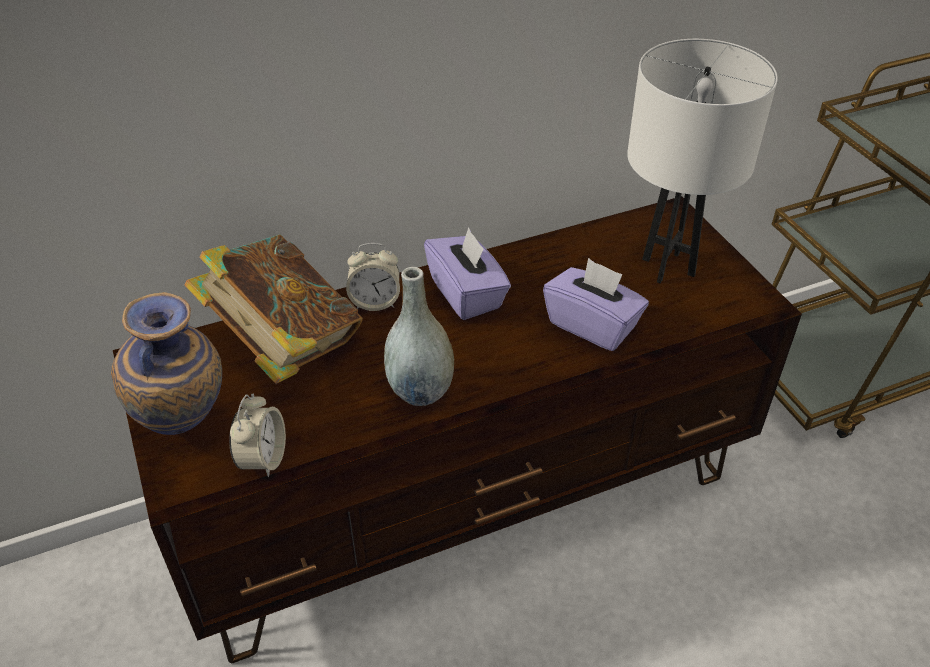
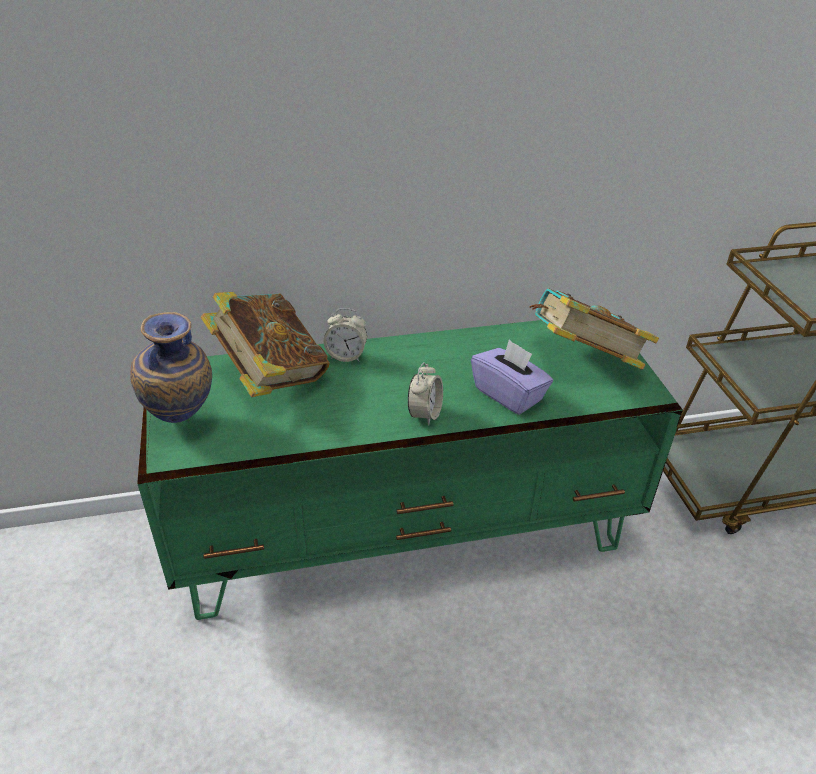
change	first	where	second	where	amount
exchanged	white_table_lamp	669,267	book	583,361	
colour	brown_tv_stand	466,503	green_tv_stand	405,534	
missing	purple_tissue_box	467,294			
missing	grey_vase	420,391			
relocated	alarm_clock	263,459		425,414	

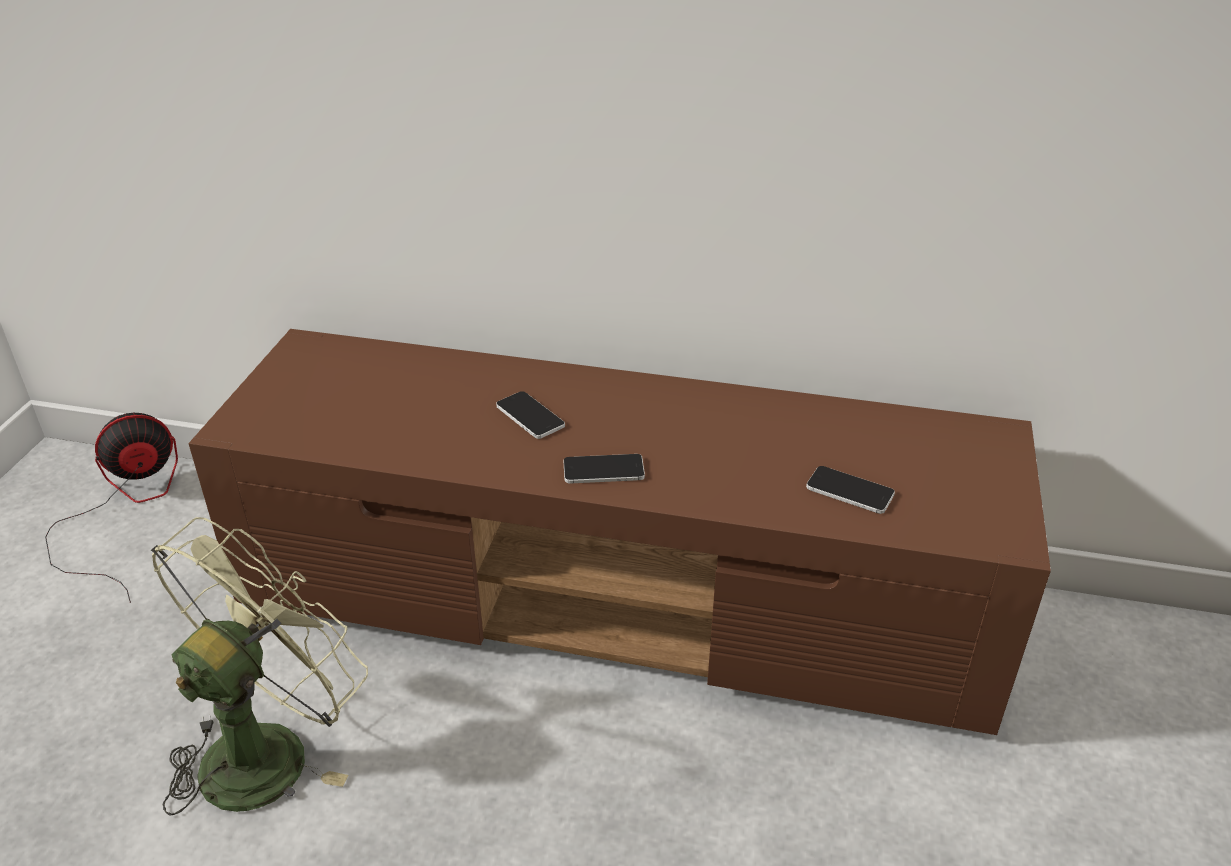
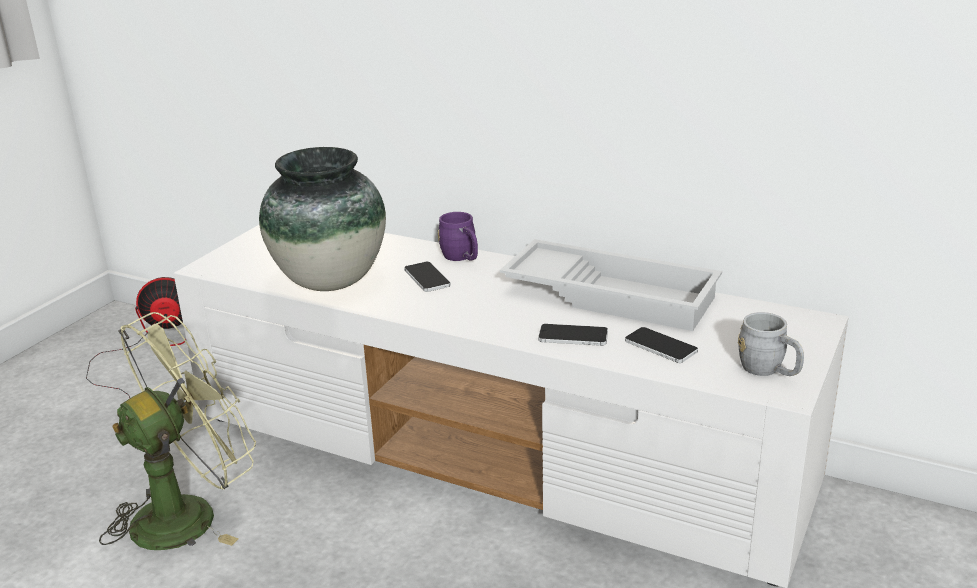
change	first	where	second	where	amount
colour	brown_tv_stand	620,600	white_tv_stand	498,452	
relocated	phone	603,470		573,336	
appeared			vase	330,282	
appeared			purple_mug	462,258	
appeared			white_tray	612,294	
appeared			grey_mug	769,371	

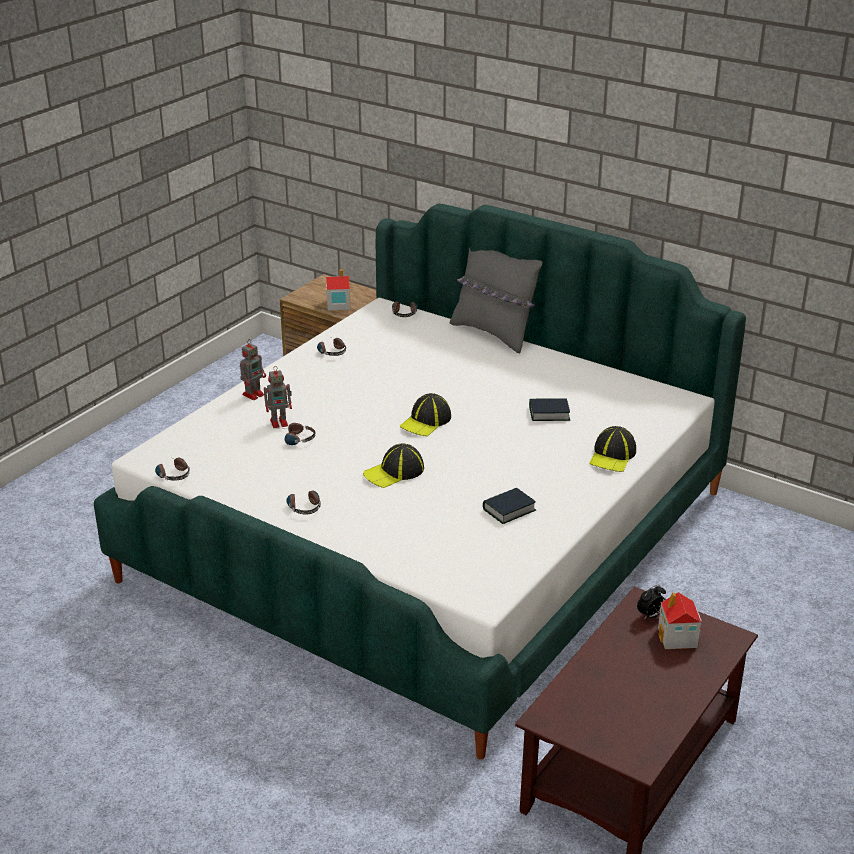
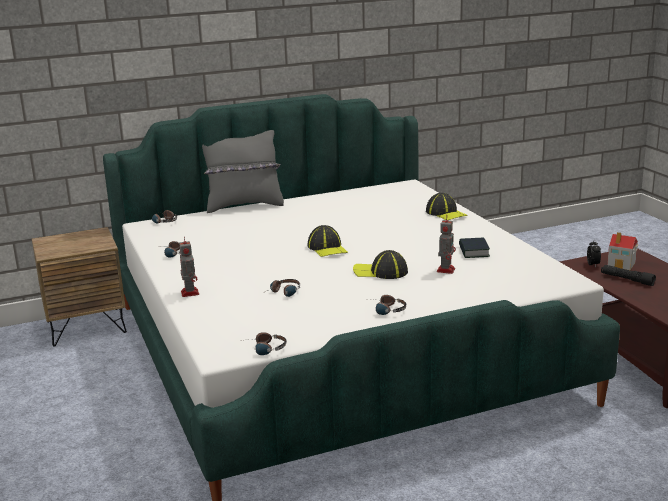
change	first	where	second	where	amount
missing	toy_house	338,305			
relocated	toy_robot	280,422		446,270	
missing	book	549,413			
spun	cap	394,472		380,272	105 degrees clockwise
appeared			black_flashlight	627,279	

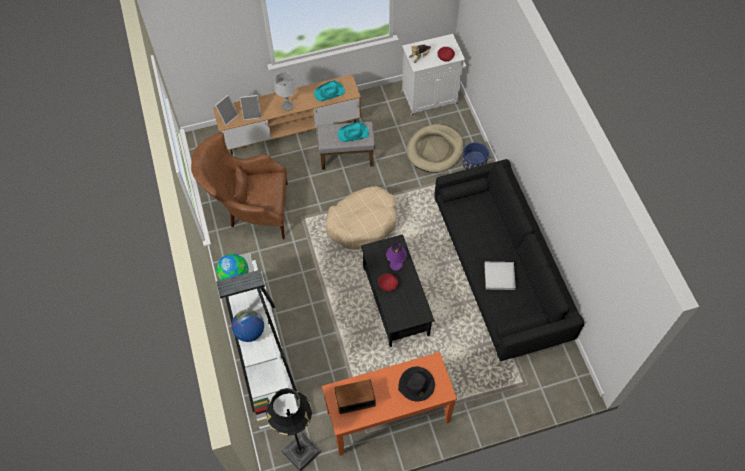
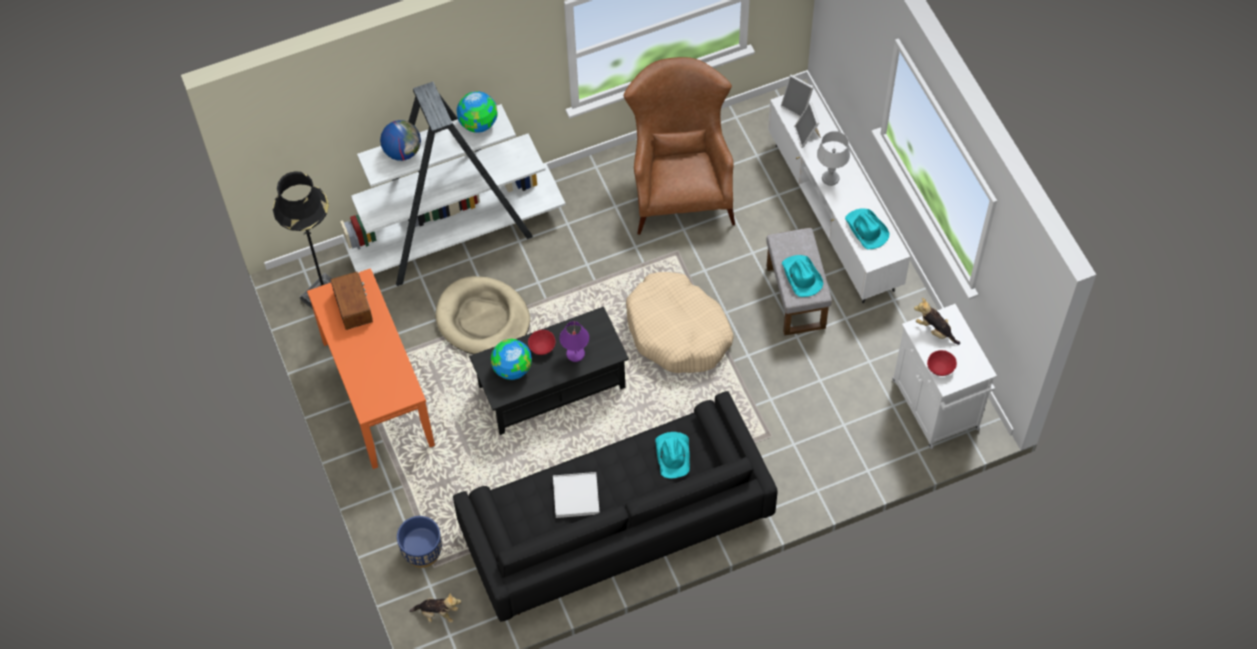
change	first	where	second	where	amount
colour	brown_tv_stand	291,131	white_tv_stand	832,216	
relocated	beige_dog_bed	435,150		483,319	
relocated	blue_planter	473,167		422,552	
missing	black_hat	416,385			
appeared			globe	512,369	
appeared			turquoise_hat	673,455	
appeared			plush_toy	438,613	

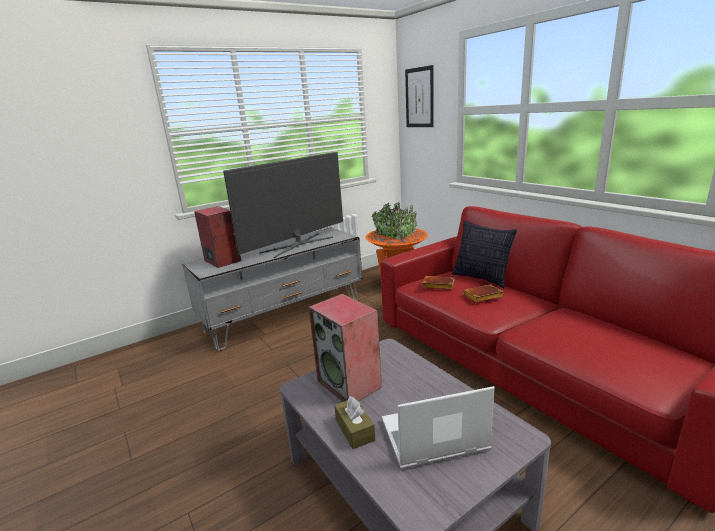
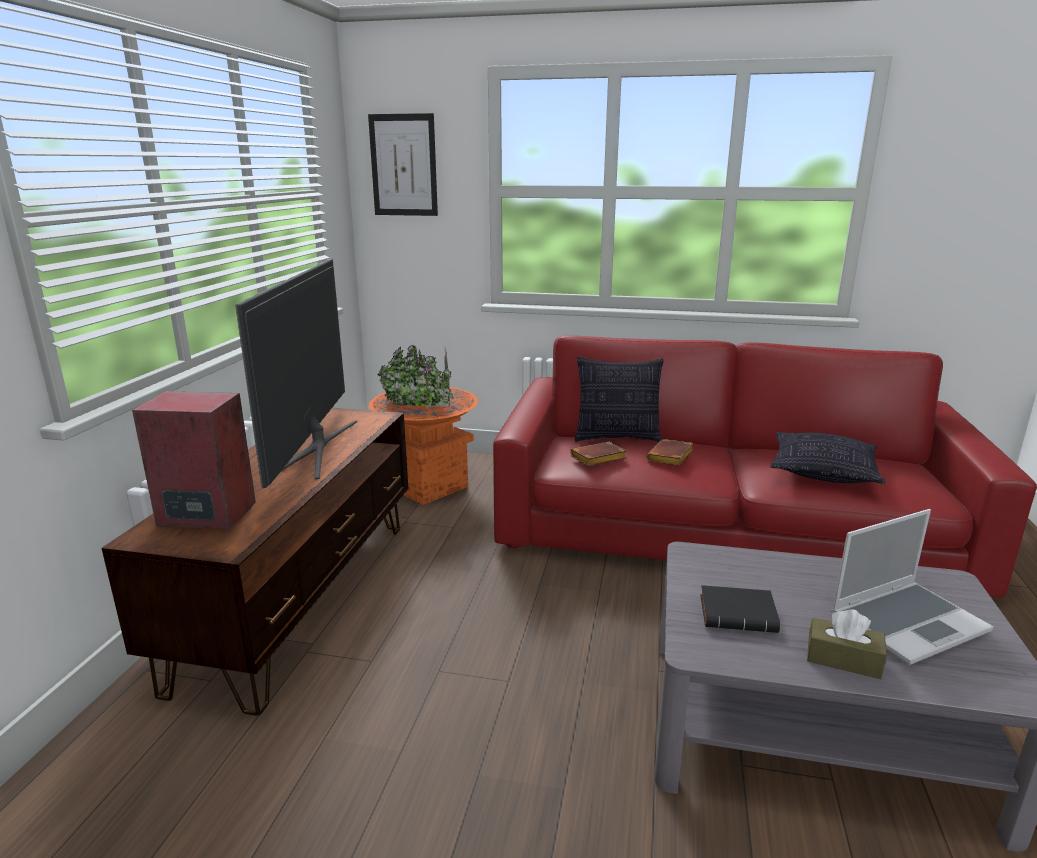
change	first	where	second	where	amount
colour	grey_tv_stand	285,315	brown_tv_stand	302,597	
exchanged	speaker	350,384	black_book	739,615	
spun	laptop	433,437		908,622	150 degrees counterclockwise
appeared			pillow	823,472	

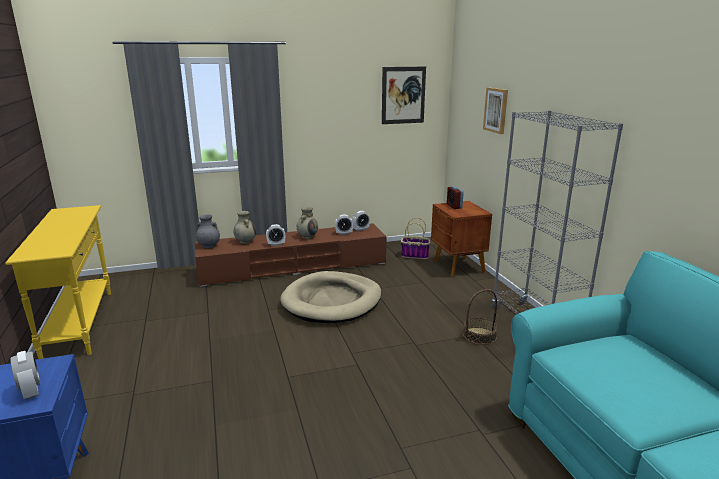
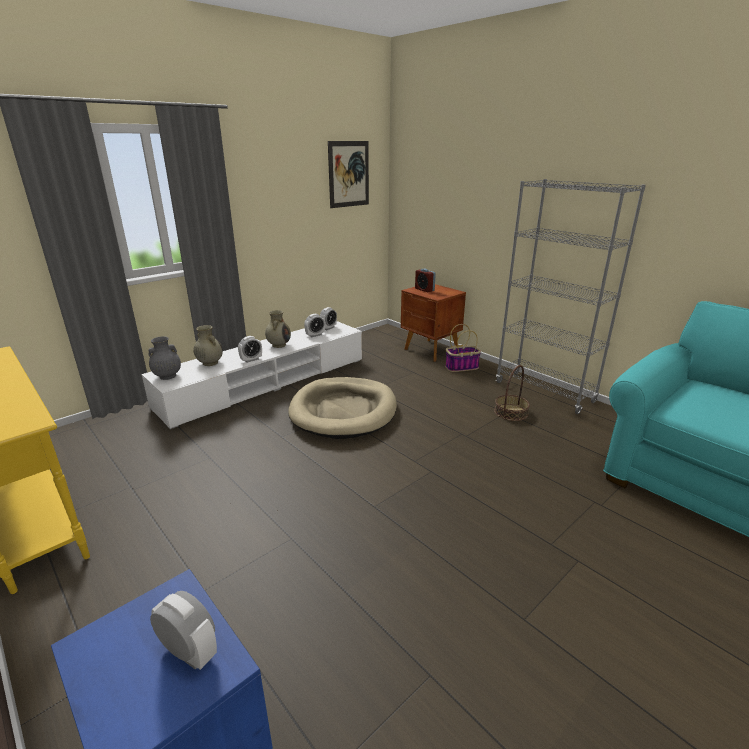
change	first	where	second	where	amount
missing	picture	496,110			
relocated	basket	415,255		462,367	
colour	brown_tv_stand	293,267	white_tv_stand	266,382	

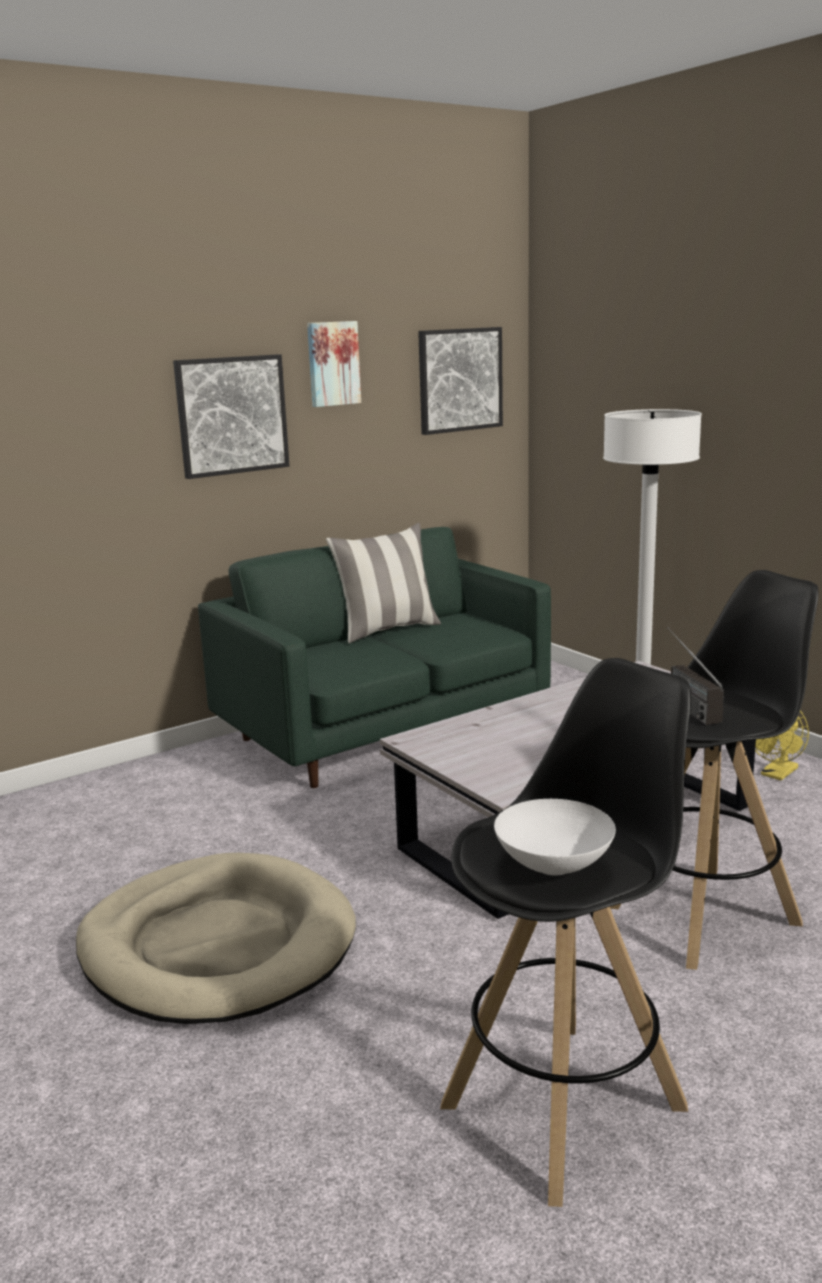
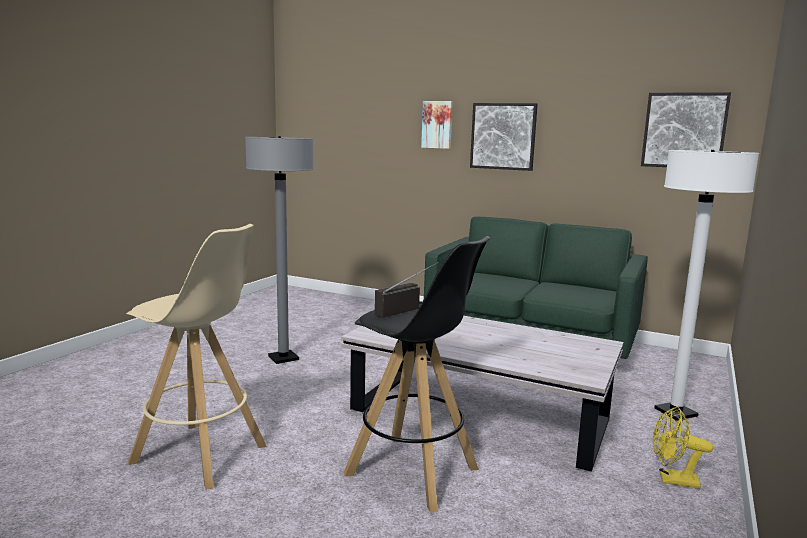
change	first	where	second	where	amount
relocated	picture	332,363		437,124	
missing	pillow	387,630			
colour	black_stool	566,1104	beige_stool	201,454	
missing	white_bowl	555,866			
exchanged	beige_dog_bed	217,946	grey_floor_lamp	283,358	

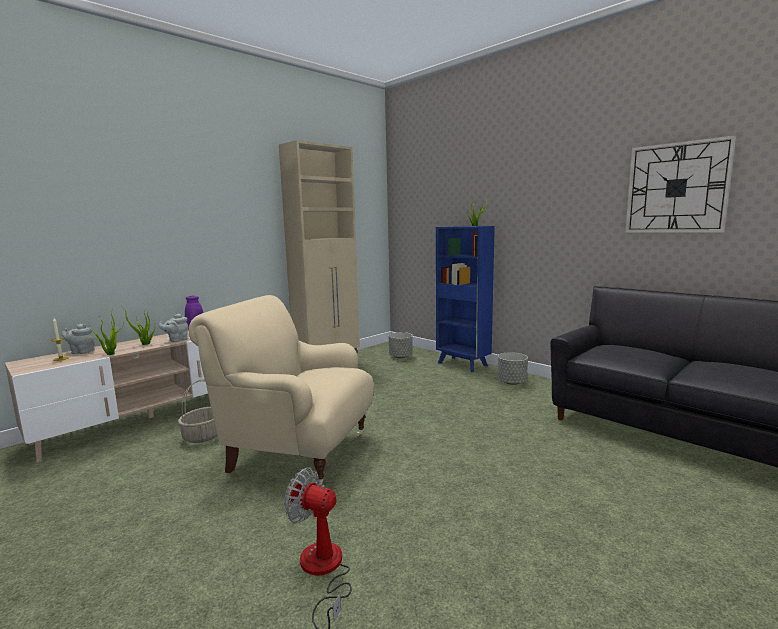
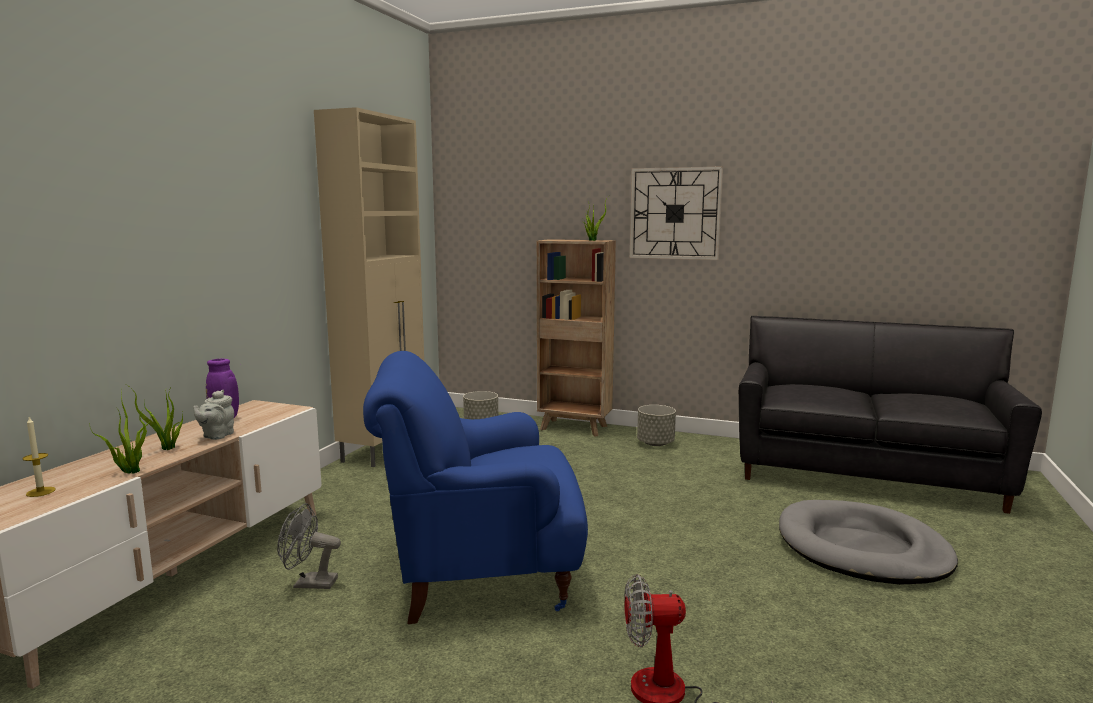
change	first	where	second	where	amount
relocated	wall_clock	676,188		675,213	
colour	blue_bookcase	463,364	brown_bookcase	575,428	
colour	beige_armchair	296,451	blue_armchair	480,575	
missing	grey_teapot	81,352			
exchanged	basket	204,436	grey_fan	309,583	
appeared			grey_dog_bed	862,549	

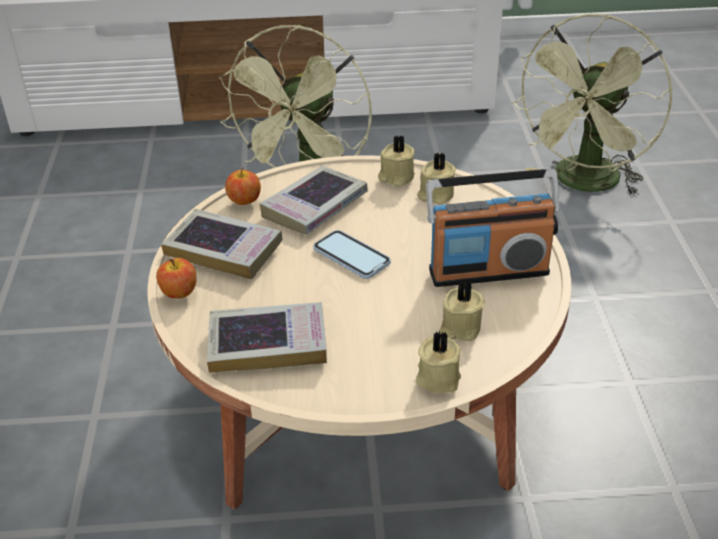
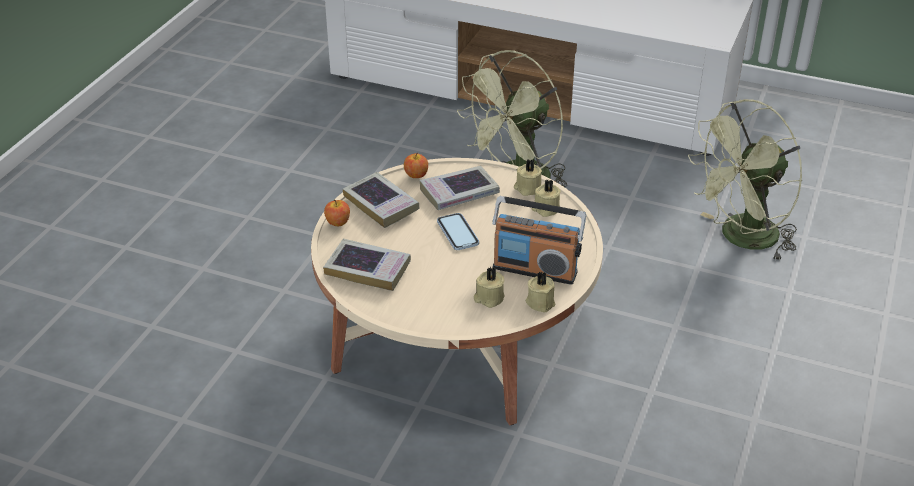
change	first	where	second	where	amount
relocated	beige_candle	437,377		540,302	

